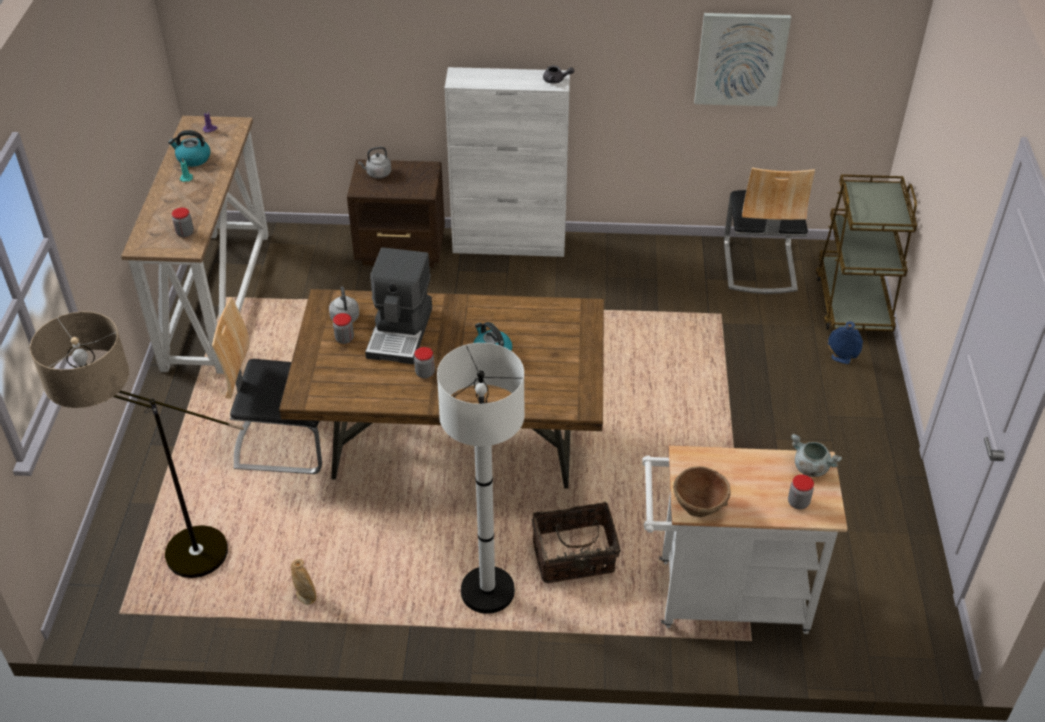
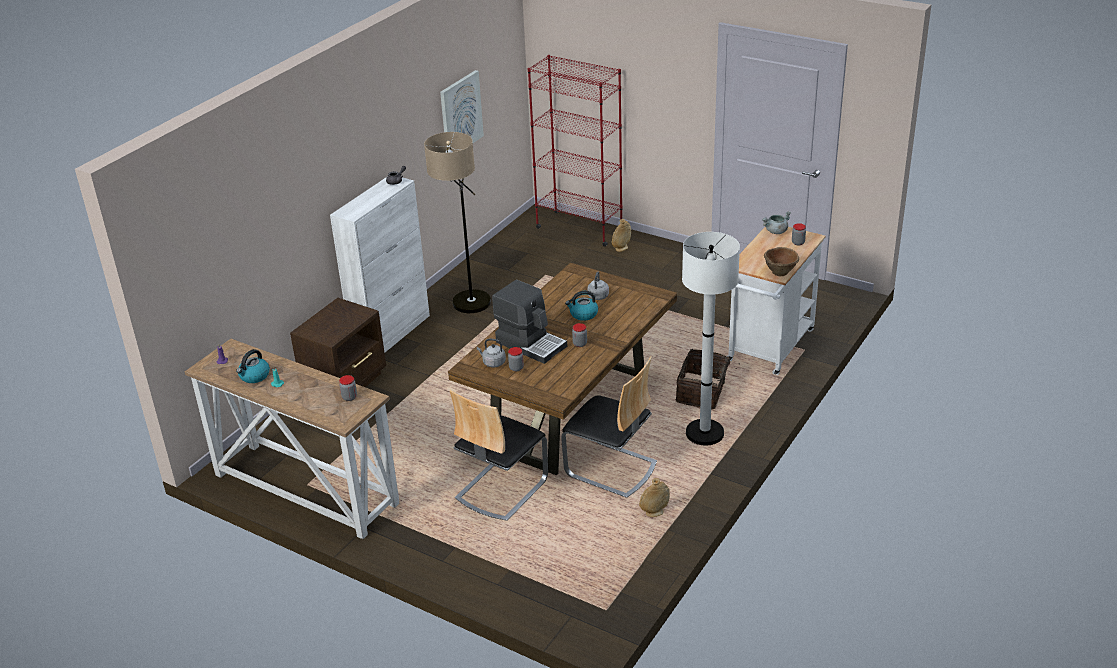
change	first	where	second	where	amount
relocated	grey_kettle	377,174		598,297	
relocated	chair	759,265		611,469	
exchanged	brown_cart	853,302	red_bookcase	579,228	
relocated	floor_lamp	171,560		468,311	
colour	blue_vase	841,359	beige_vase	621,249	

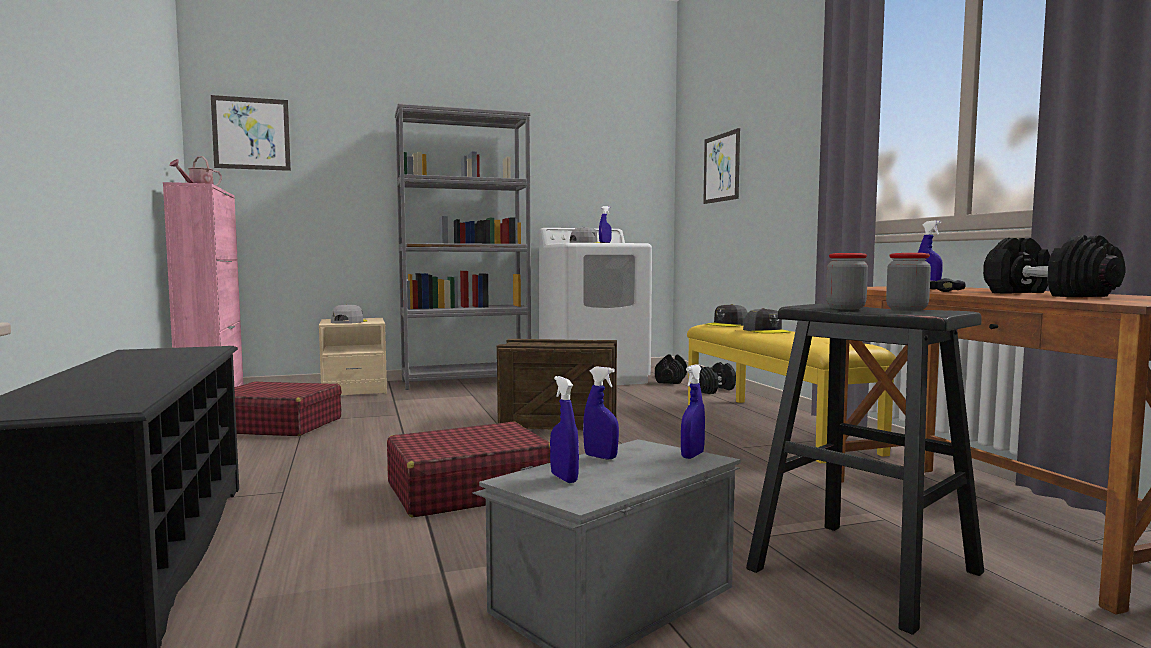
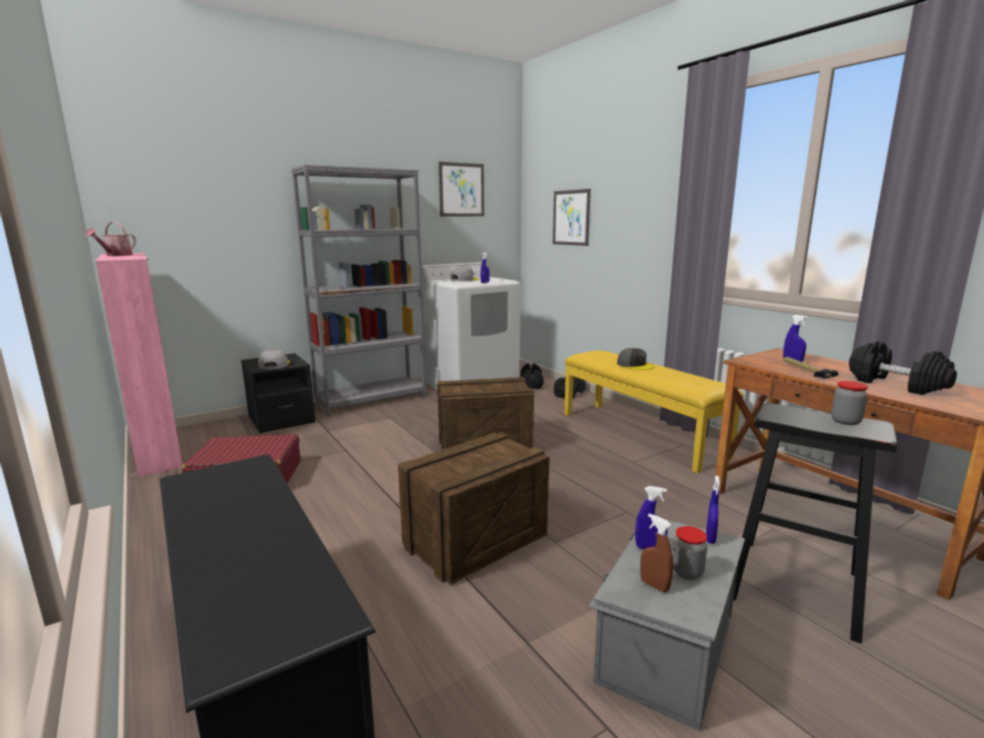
change	first	where	second	where	amount
relocated	picture	251,133		461,190	
relocated	jar	845,308		687,572	
missing	grey_cap	727,324			
colour	beige_nightstand	354,389	black_nightstand	281,420	
colour	blue_spray_bottle	564,478	brown_spray_bottle	654,585	
exchanged	red_suitcase	467,490	crate	475,541	

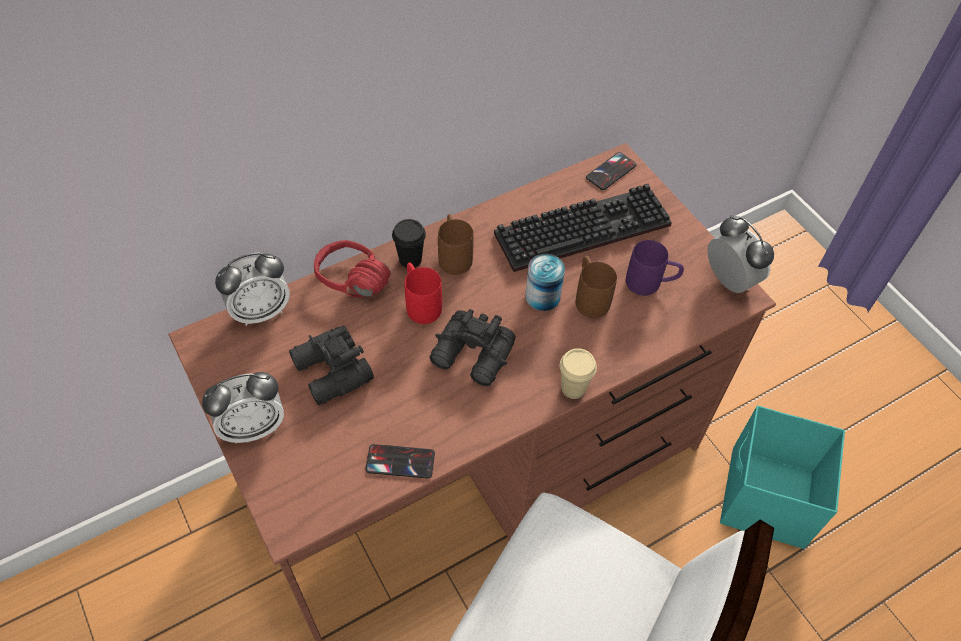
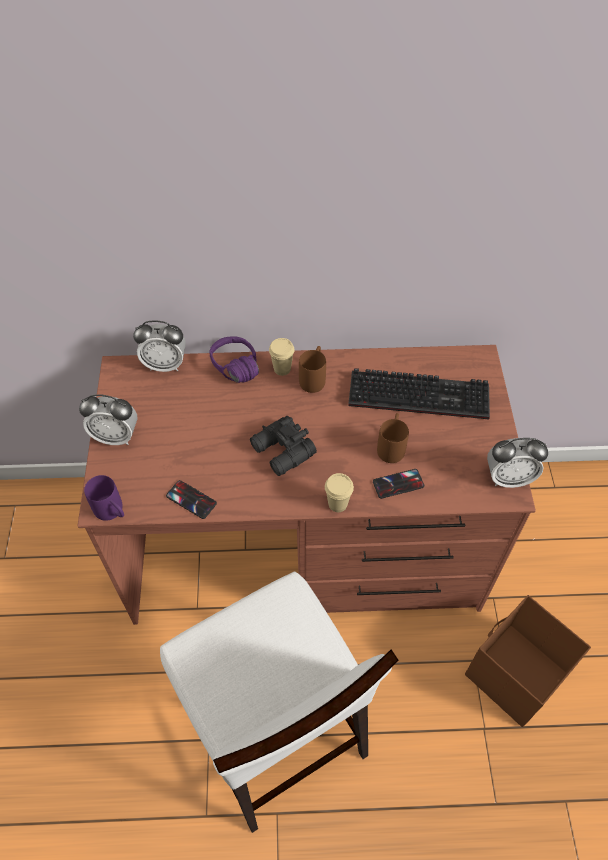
change	first	where	second	where	amount
relocated	phone	611,171		398,484	
spun	alarm_clock	729,280		508,478	90 degrees clockwise
colour	black_cup	410,259	beige_cup	282,369	
colour	red_headphones	346,287	purple_headphones	228,371	
relocated	purple_mug	651,284		112,512	
missing	can	542,296			
missing	red_mug	420,303			
missing	black_binoculars	331,373			
colour	turquoise_storage_box	765,498	brown_storage_box	514,674	

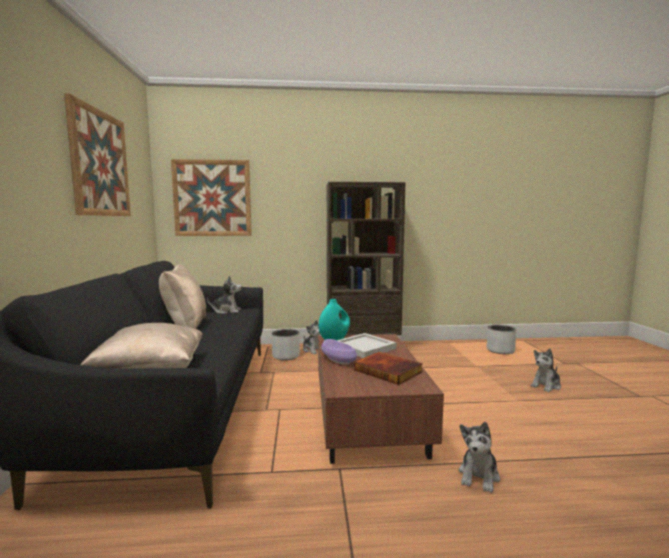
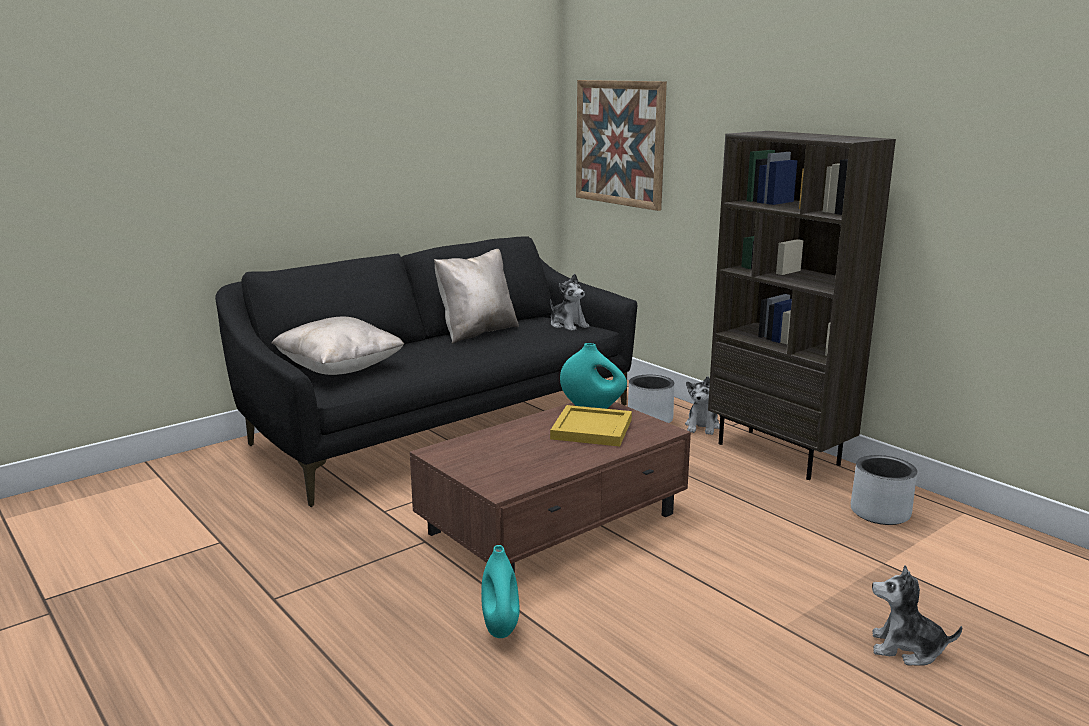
change	first	where	second	where	amount
missing	picture	100,163			
relocated	grey_planter	500,350		880,513	
colour	white_tray	365,348	yellow_tray	592,430	
missing	purple_bowl	338,360			
missing	book	389,370			
exchanged	plush_toy	479,476	turquoise_vase	500,627	

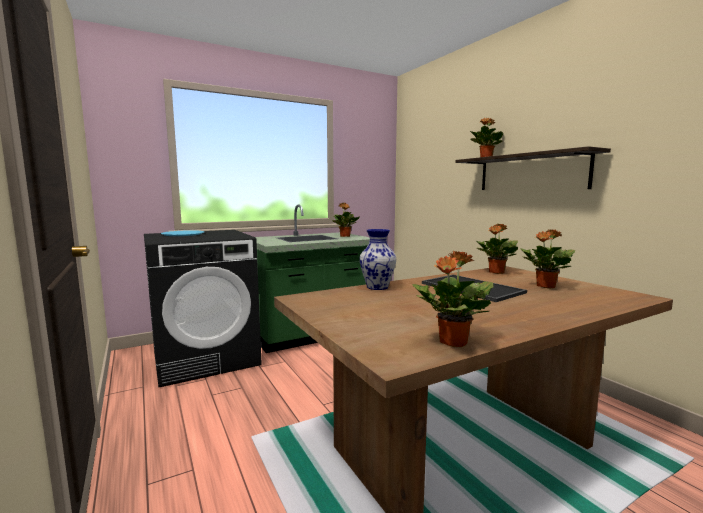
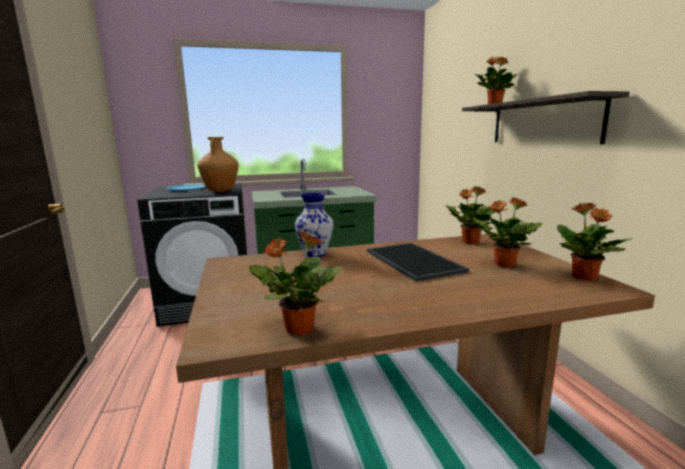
change	first	where	second	where	amount
relocated	potted_plant	345,236		584,277	
appeared			brown_vase	220,191	

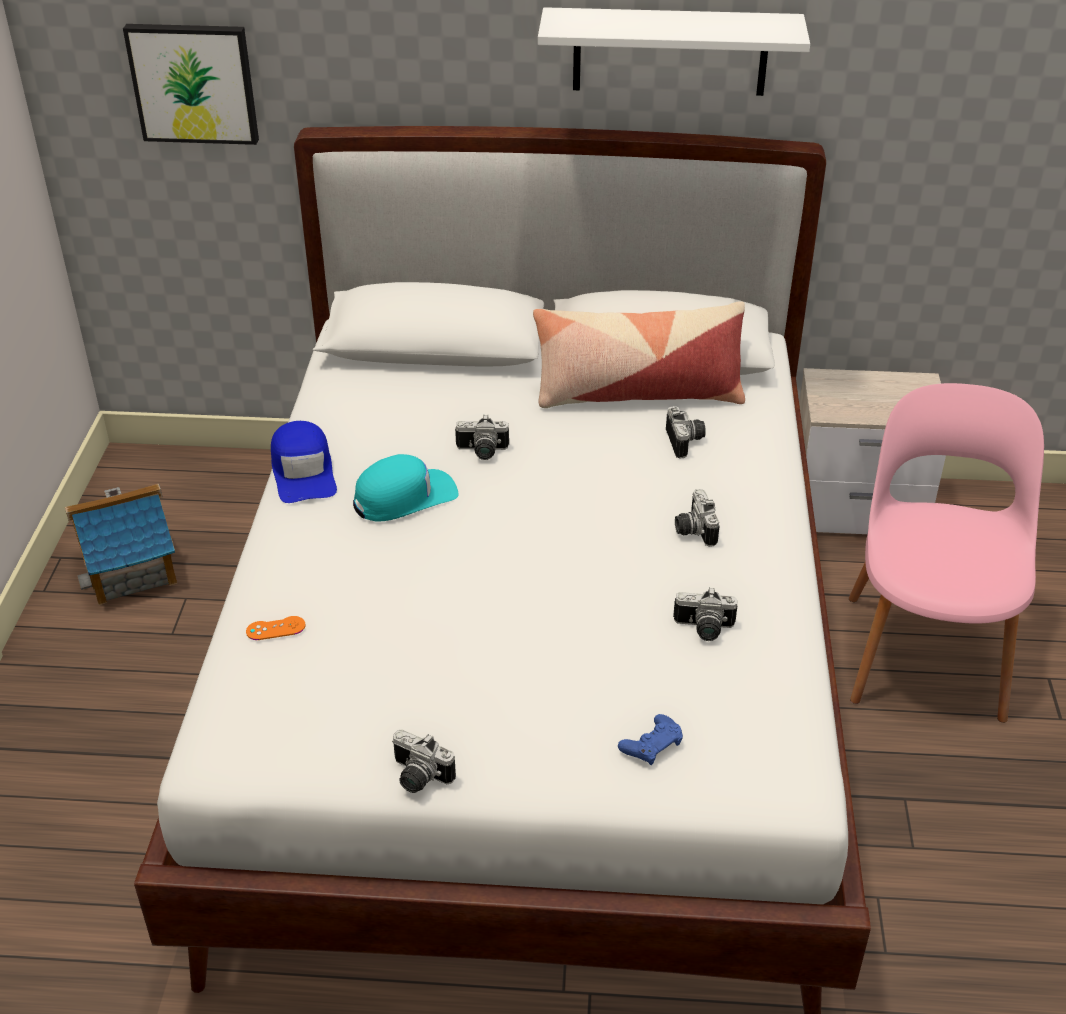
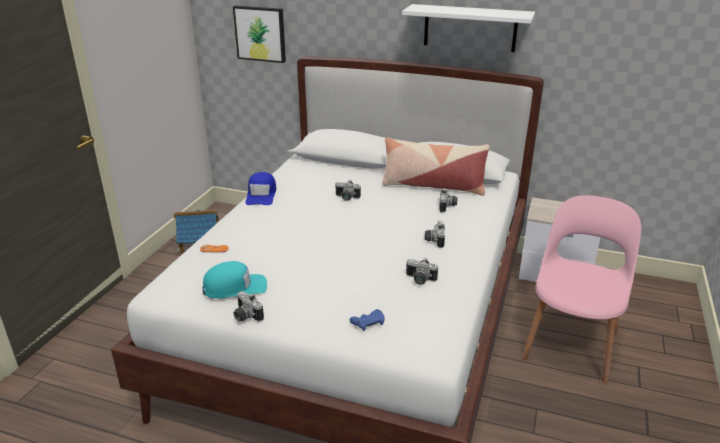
change	first	where	second	where	amount
relocated	turquoise_cap	405,497		235,287	

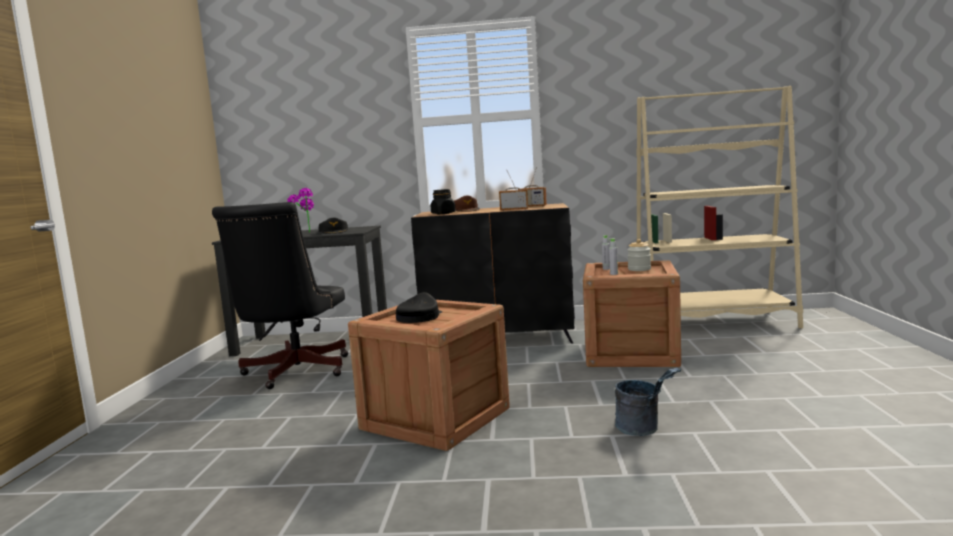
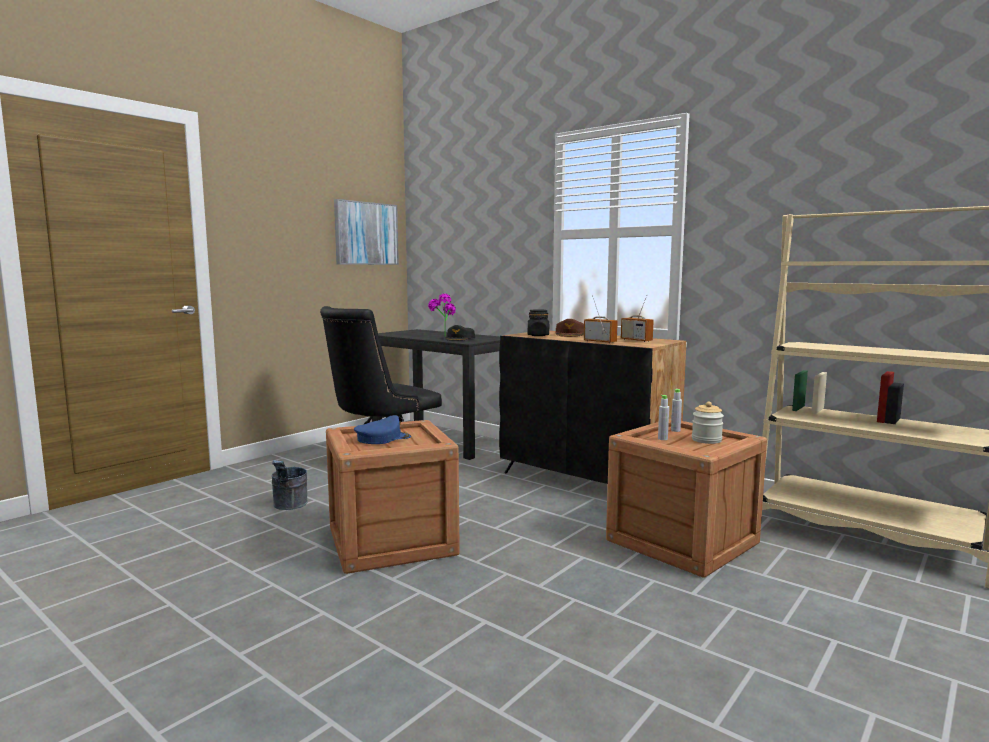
change	first	where	second	where	amount
colour	black_cap	419,317	blue_cap	382,438	
relocated	grey_bucket	643,429		289,506	
appeared			picture	366,233	

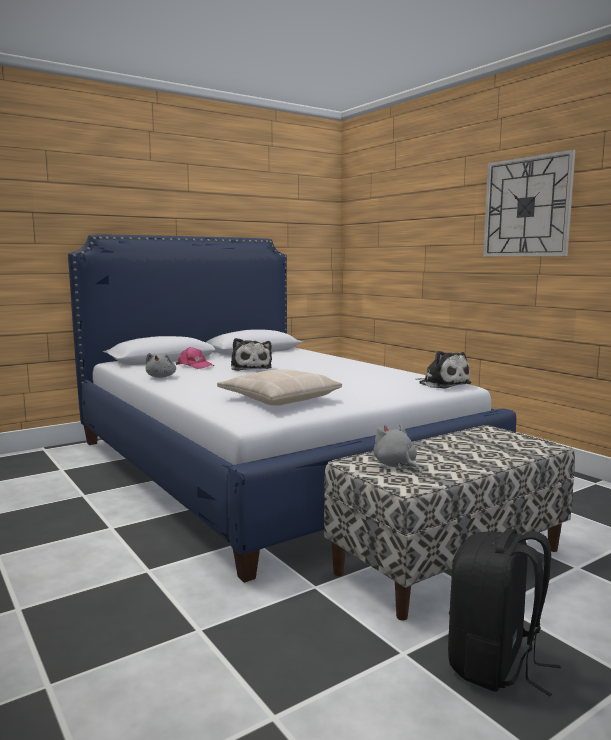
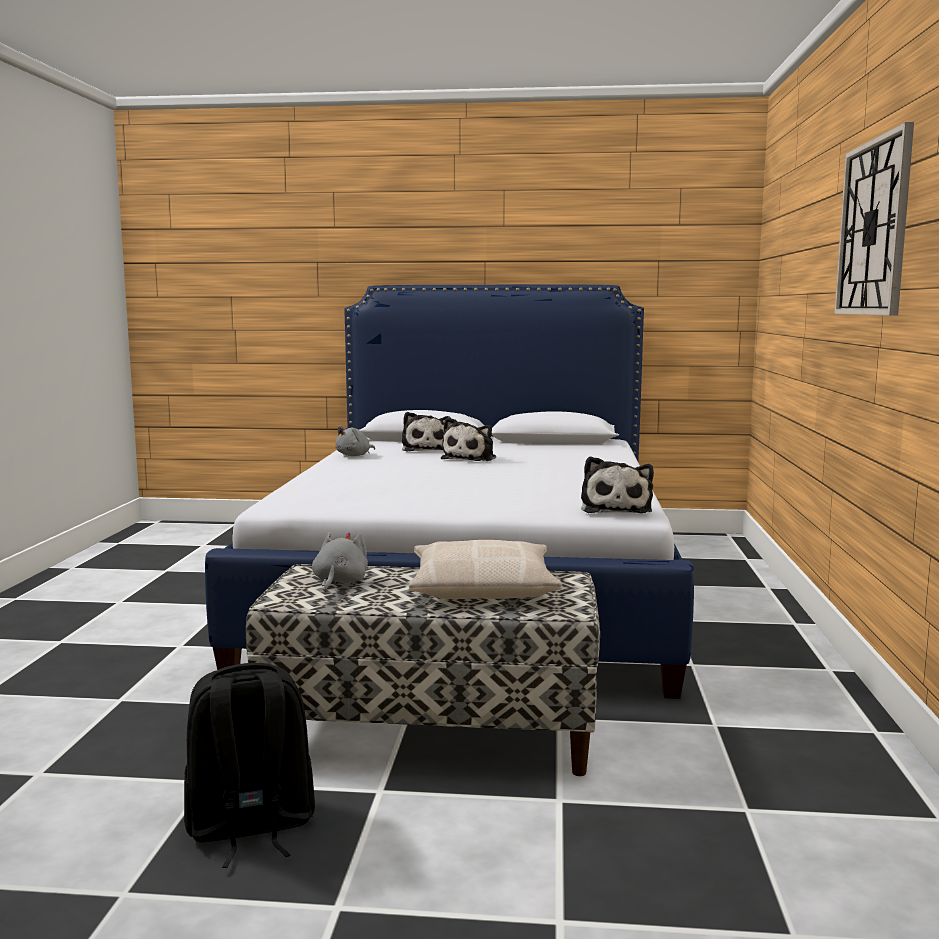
change	first	where	second	where	amount
exchanged	pink_cap	195,366	plush_toy	426,449	
relocated	beige_pillow	279,398		482,587	

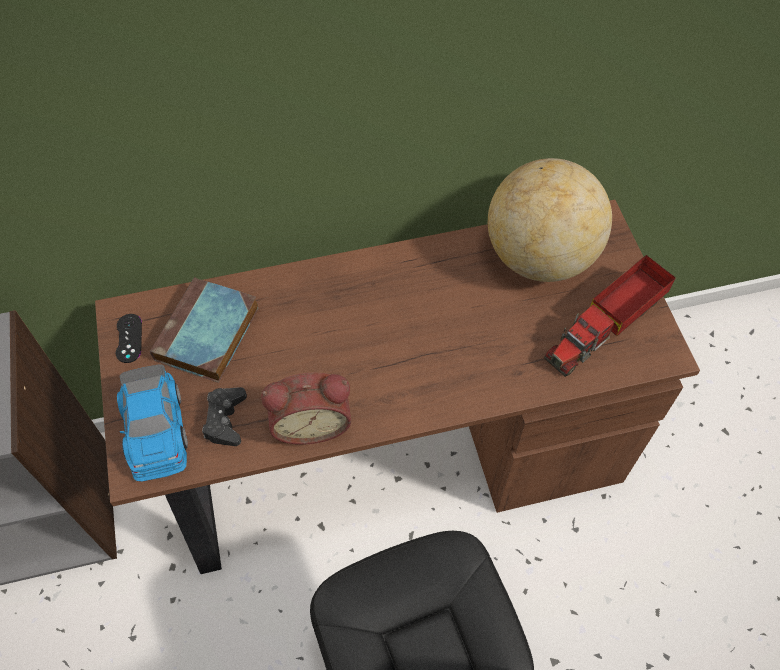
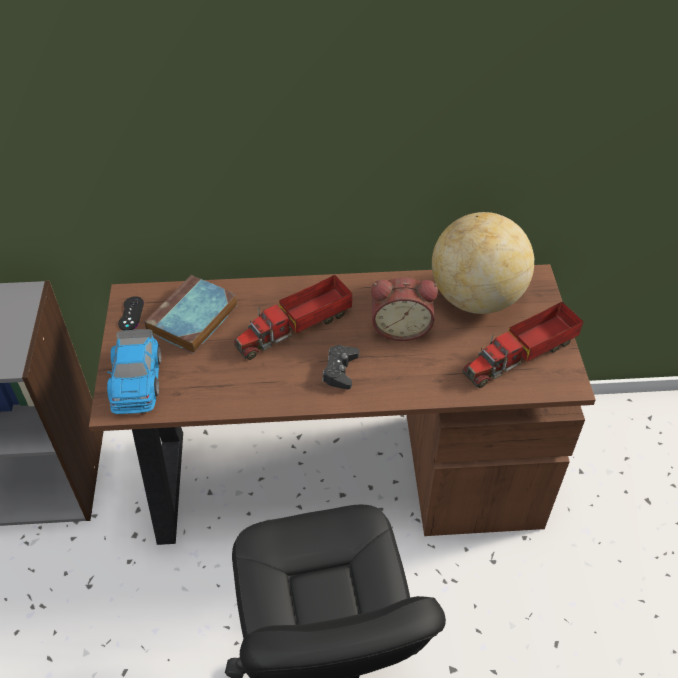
change	first	where	second	where	amount
relocated	alarm_clock	311,422		401,327	
relocated	black_game_controller	225,419		340,370	
appeared			toy_truck	296,327	

